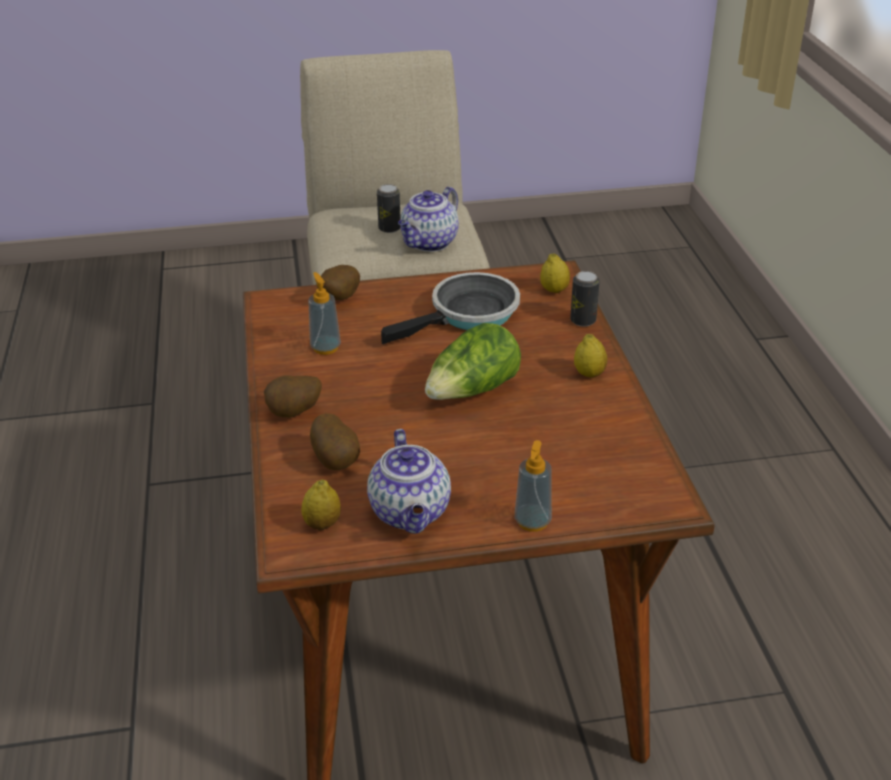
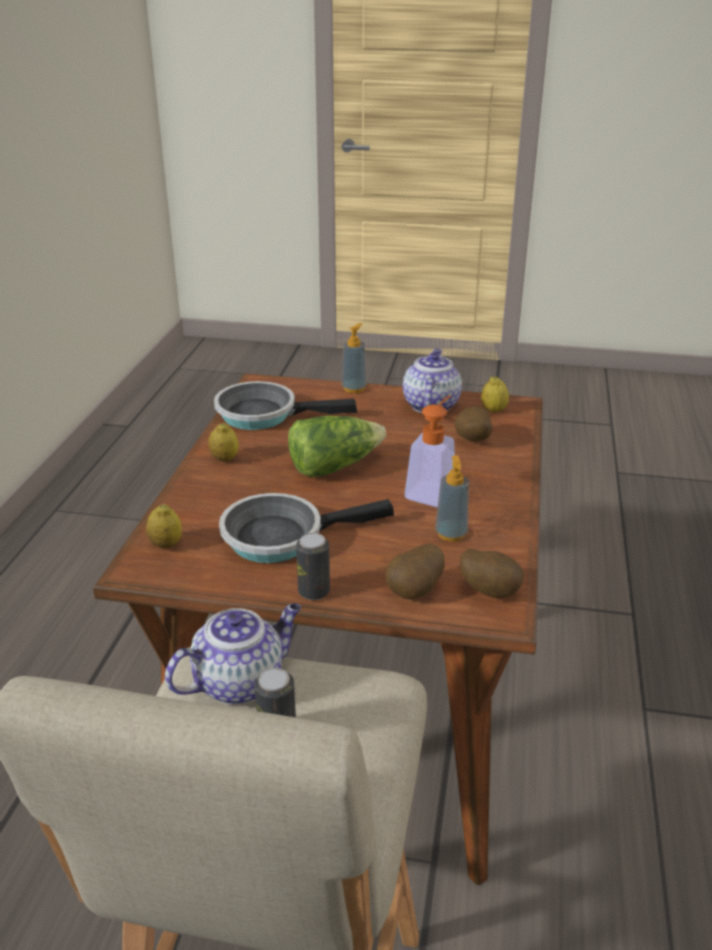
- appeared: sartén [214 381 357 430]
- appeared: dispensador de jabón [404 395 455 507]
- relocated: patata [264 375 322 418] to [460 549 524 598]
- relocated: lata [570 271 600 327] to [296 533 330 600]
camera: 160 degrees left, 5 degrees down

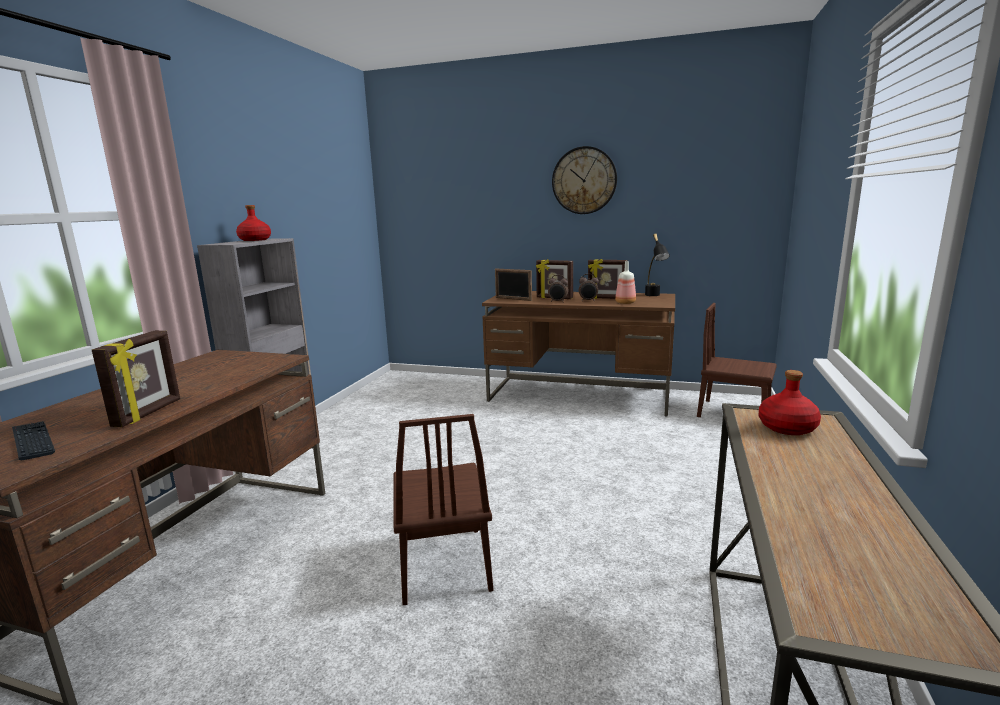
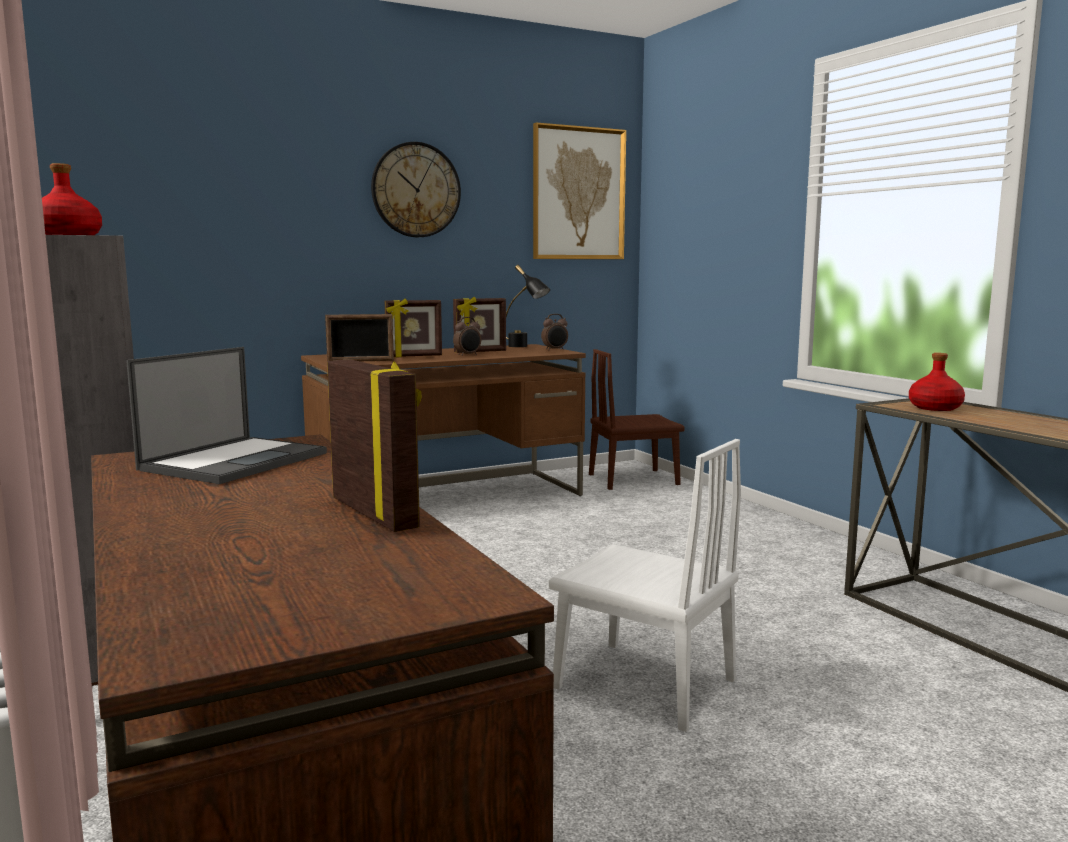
- missing: teclado [12 421 55 460]
- missing: botella [615 261 636 304]
- appeared: portátil [126 347 327 484]
- appeared: cuadro [533 123 626 259]
- relocated: despertador [548 275 568 302] to [541 314 568 350]
- colour: silla (marrón) [393 414 493 605] to silla (blanco) [549 439 741 732]
camera: 45 degrees left, 5 degrees down

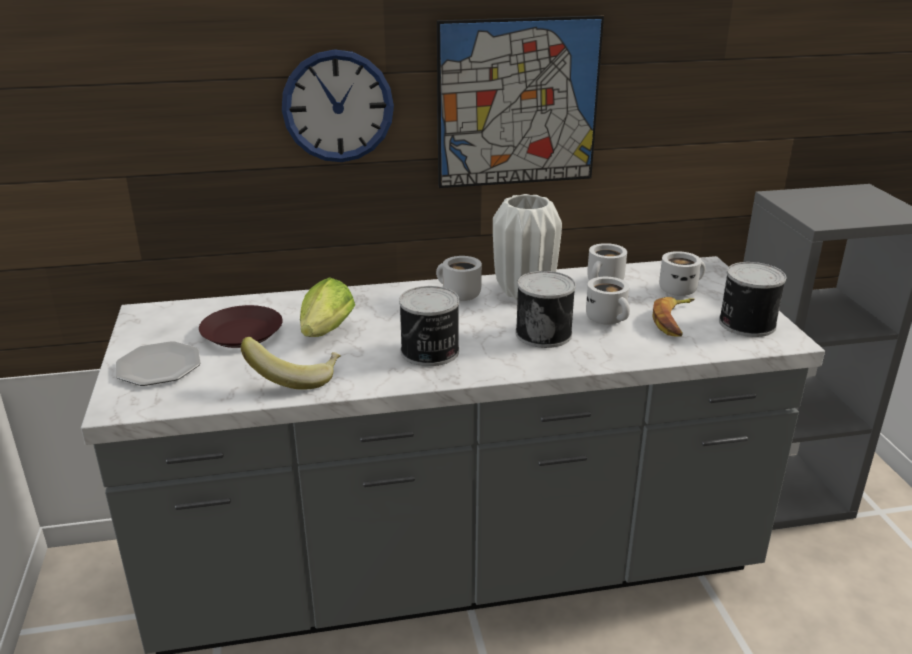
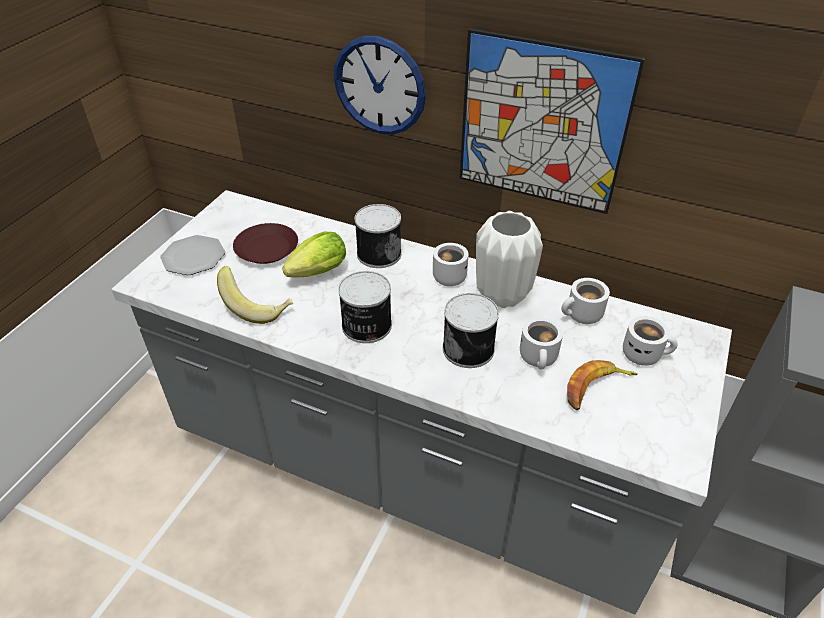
- relocated: lata [719 262 786 337] to [354 204 402 268]
camera: 35 degrees right, 15 degrees up

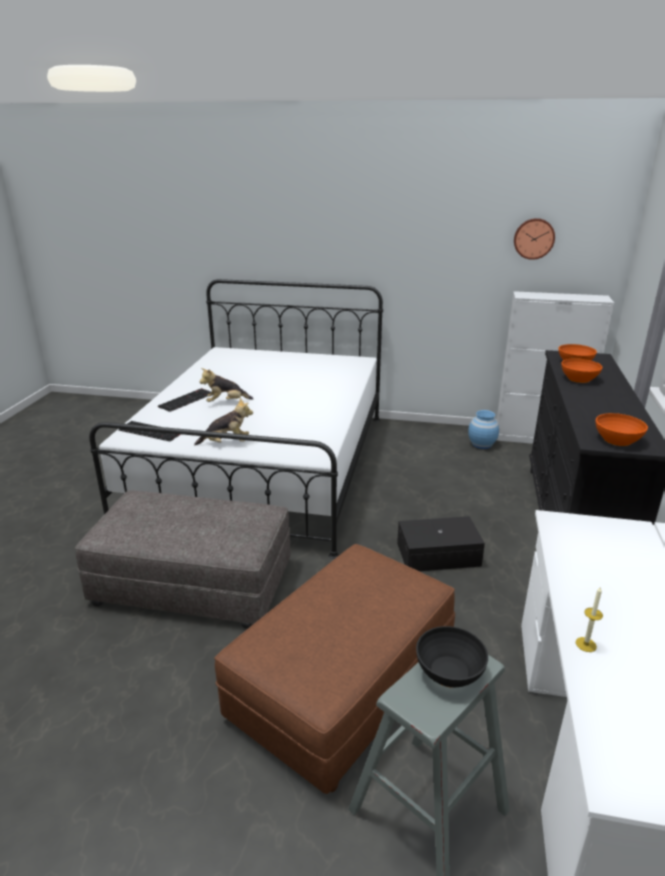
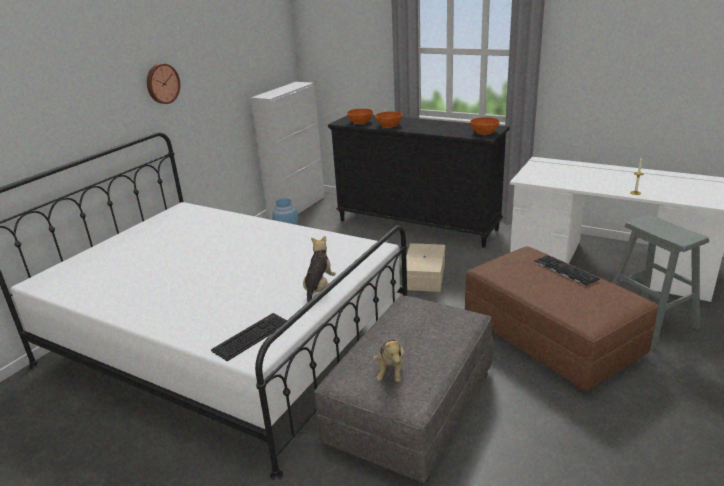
- missing: cuenco (negro) [416 626 488 688]
- relocated: teclado [158 388 211 412] to [534 255 600 286]
- relocated: peluche [200 368 253 402] to [373 337 404 382]
- relocated: reloj de pared [514 218 555 260] to [147 64 180 104]
- colour: caja de almacenaje (negro) [397 516 485 571] to caja de almacenaje (beis) [406 243 445 292]
camera: 70 degrees left, 0 degrees up

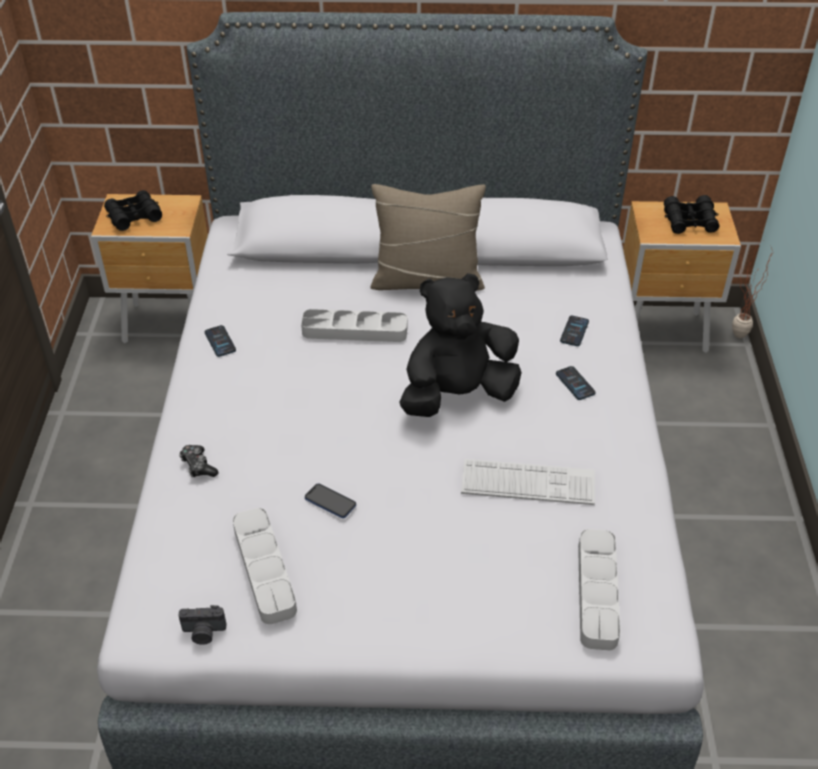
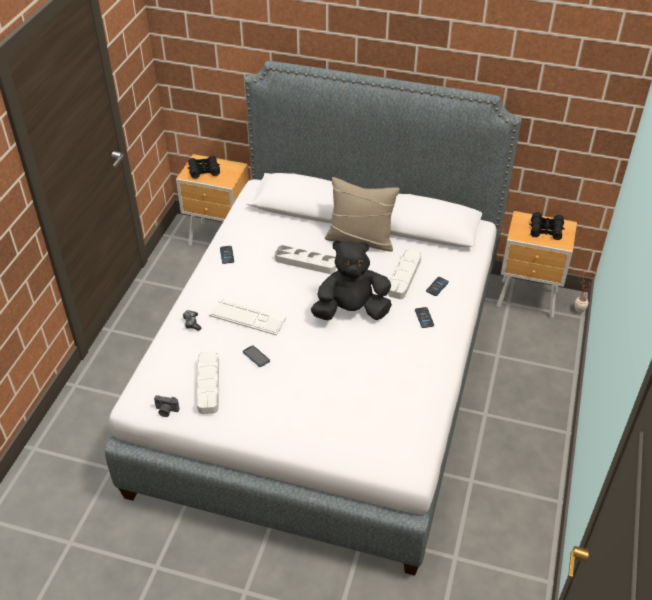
- relocated: teclado [461 459 595 505] to [209 299 286 335]
- relocated: bandeja (gris) [578 529 620 650] to [388 250 421 299]
camera: 15 degrees right, 0 degrees up

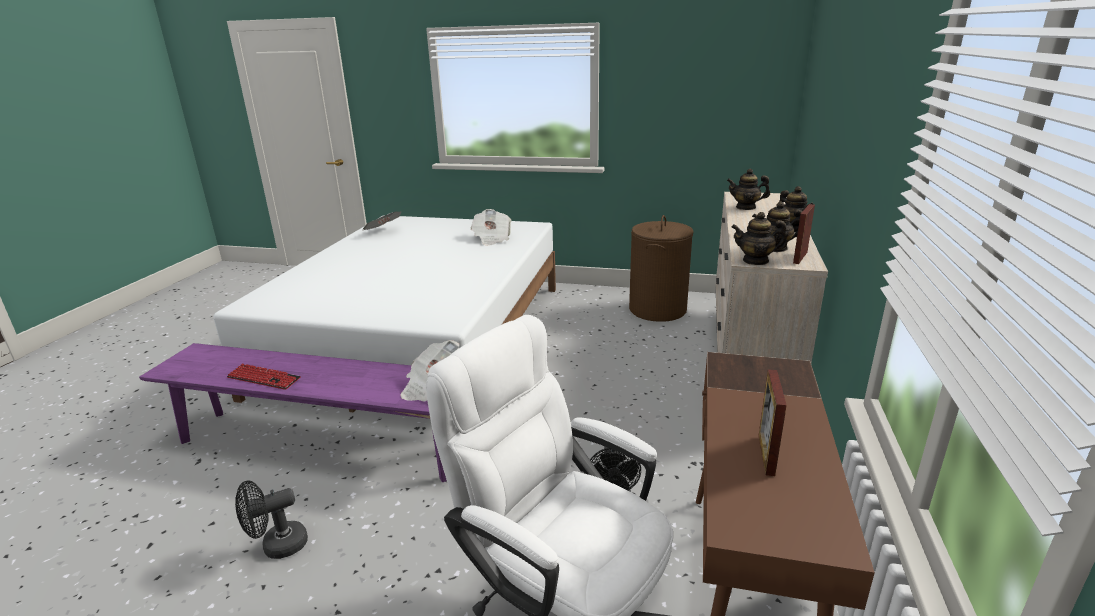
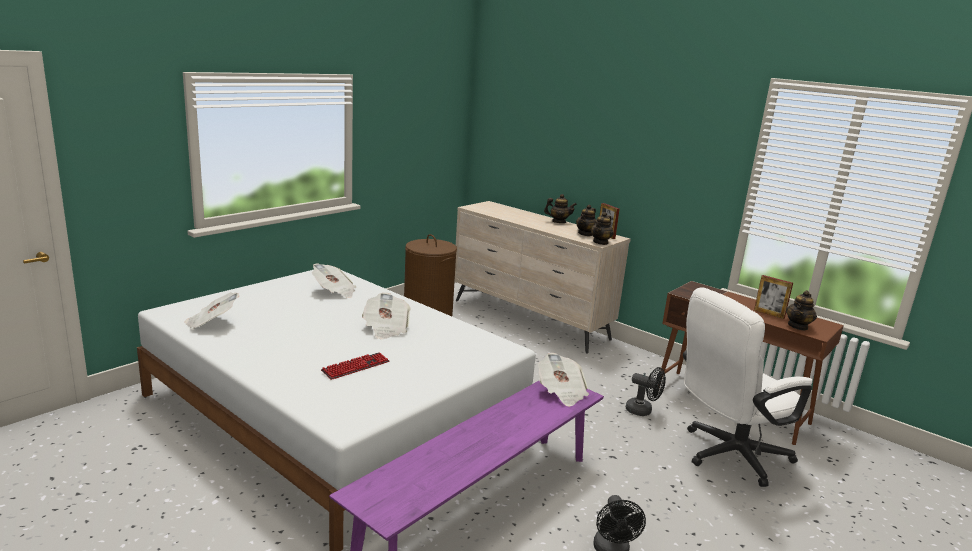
- appeared: periódico [362 293 411 339]
- relocated: teclado [227 364 301 390] to [321 352 389 380]
- relocated: tetera [727 169 770 210] to [786 290 817 331]
camera: 65 degrees left, 5 degrees down

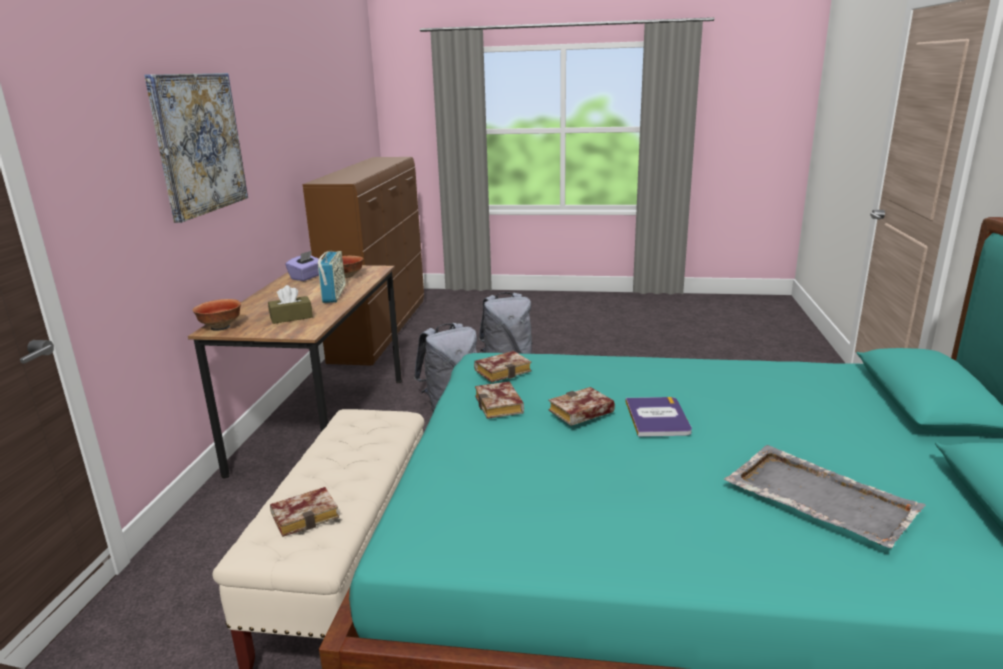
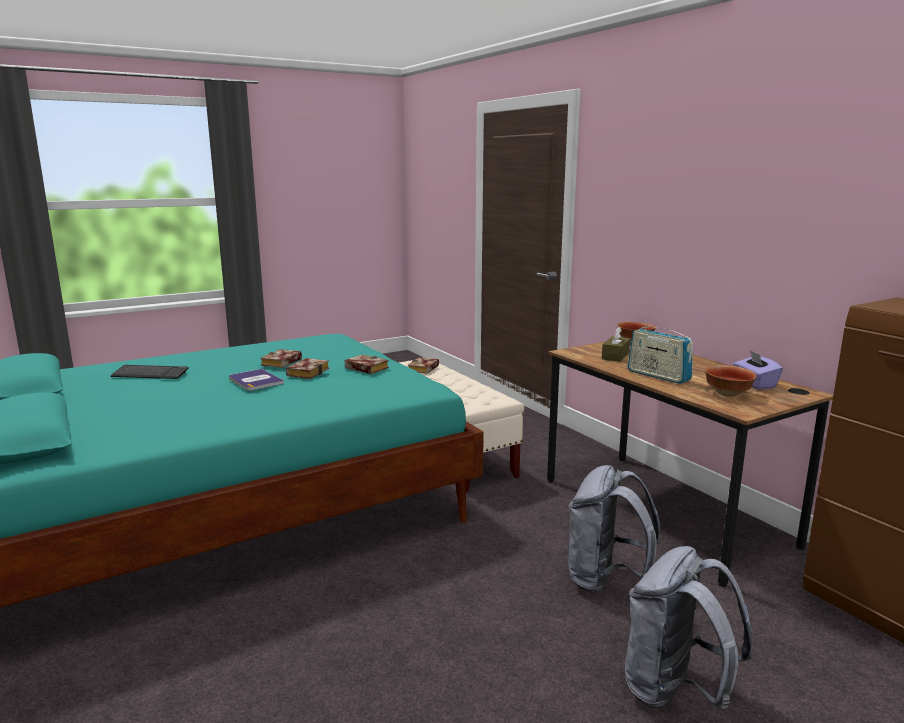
- missing: cuadro [144 73 248 223]
- relocated: libro [474 351 532 382] to [260 349 302 368]
- exchanged: bandeja (gris) [724 445 926 548] to teclado [111 365 189 379]
camera: 140 degrees right, 5 degrees down

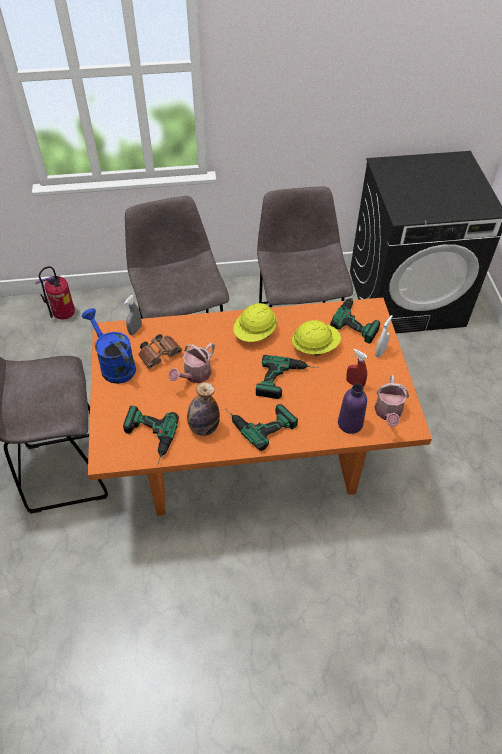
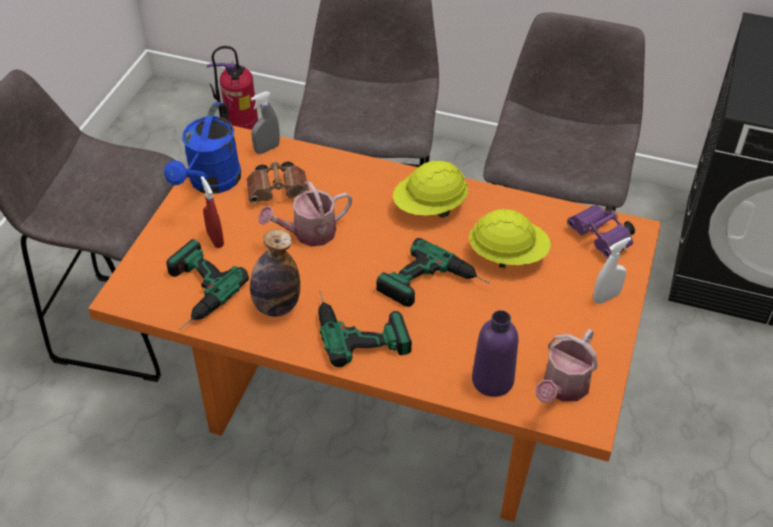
- relocated: pulverizador (rojo) [346 349 367 388] to [201 176 224 248]
- exchanged: taladro [330 294 380 344] to prismáticos (morado) [567 205 635 258]
- spun: regadera (azul) [82 308 136 384] = [164 102 241 194] 150 degrees counterclockwise
camera: 25 degrees right, 5 degrees down

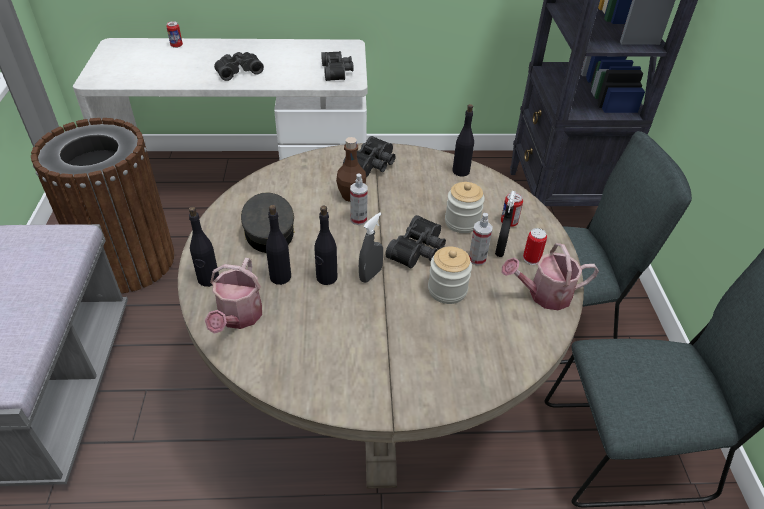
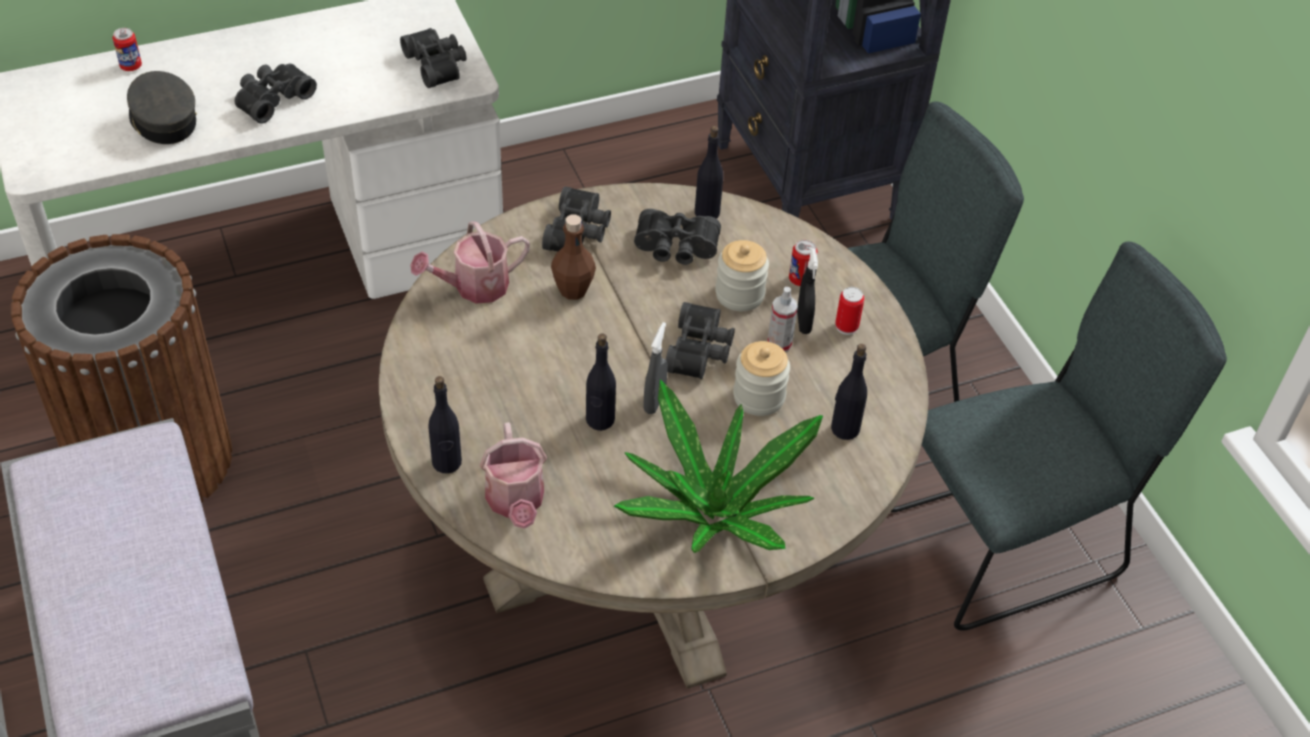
- missing: pulverizador [350 174 368 225]
- appeared: planta en maceta [614 379 823 553]
- appeared: prismáticos (negro) [634 209 721 265]
- relocated: gorra (gris) [241 193 295 253] to [127 71 197 144]
- relocated: botella (negro) [266 205 291 285] to [831 344 867 440]
- relocated: regadera [501 243 599 310] to [410 221 530 304]
camera: 20 degrees left, 5 degrees up

